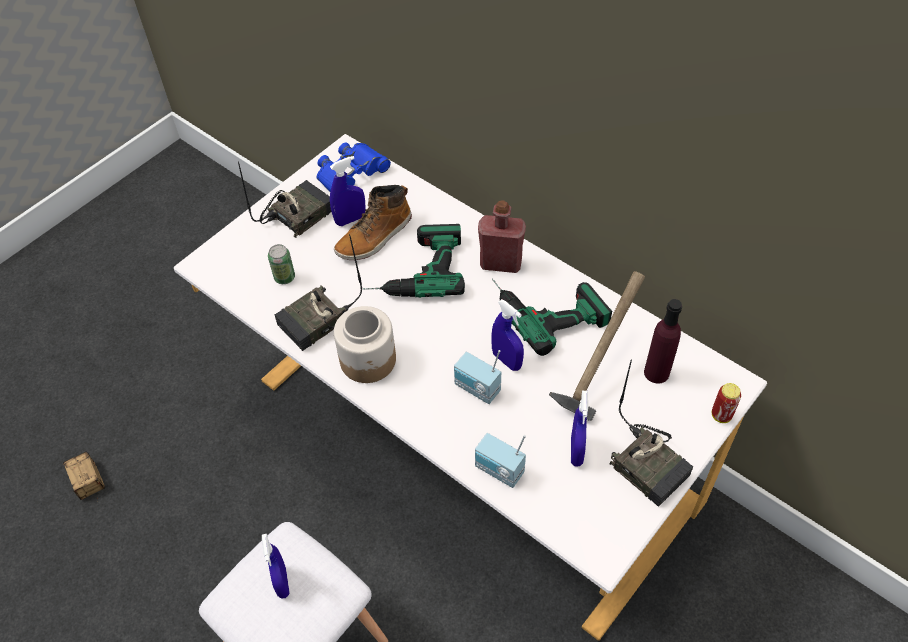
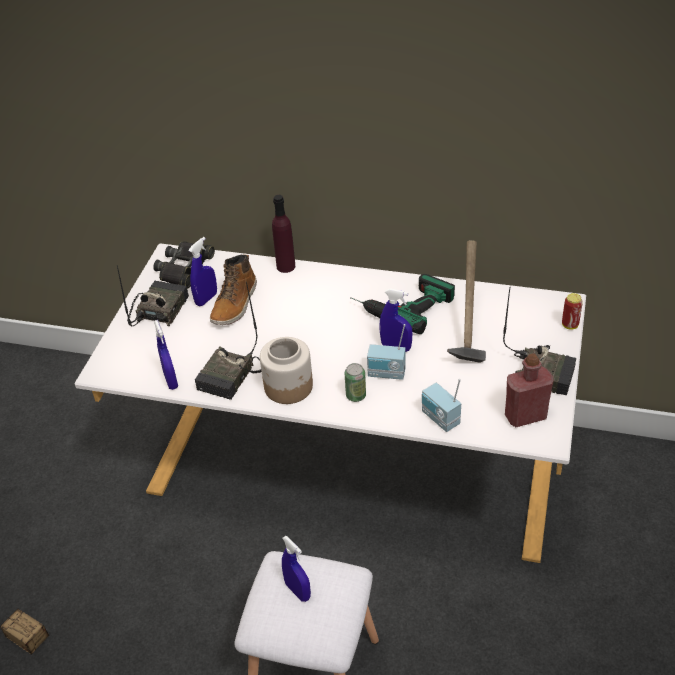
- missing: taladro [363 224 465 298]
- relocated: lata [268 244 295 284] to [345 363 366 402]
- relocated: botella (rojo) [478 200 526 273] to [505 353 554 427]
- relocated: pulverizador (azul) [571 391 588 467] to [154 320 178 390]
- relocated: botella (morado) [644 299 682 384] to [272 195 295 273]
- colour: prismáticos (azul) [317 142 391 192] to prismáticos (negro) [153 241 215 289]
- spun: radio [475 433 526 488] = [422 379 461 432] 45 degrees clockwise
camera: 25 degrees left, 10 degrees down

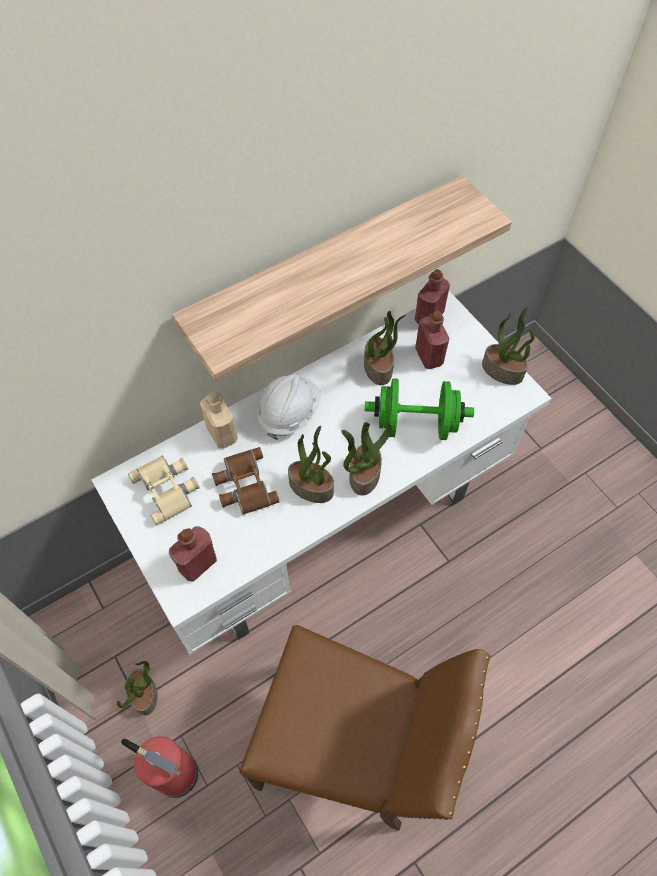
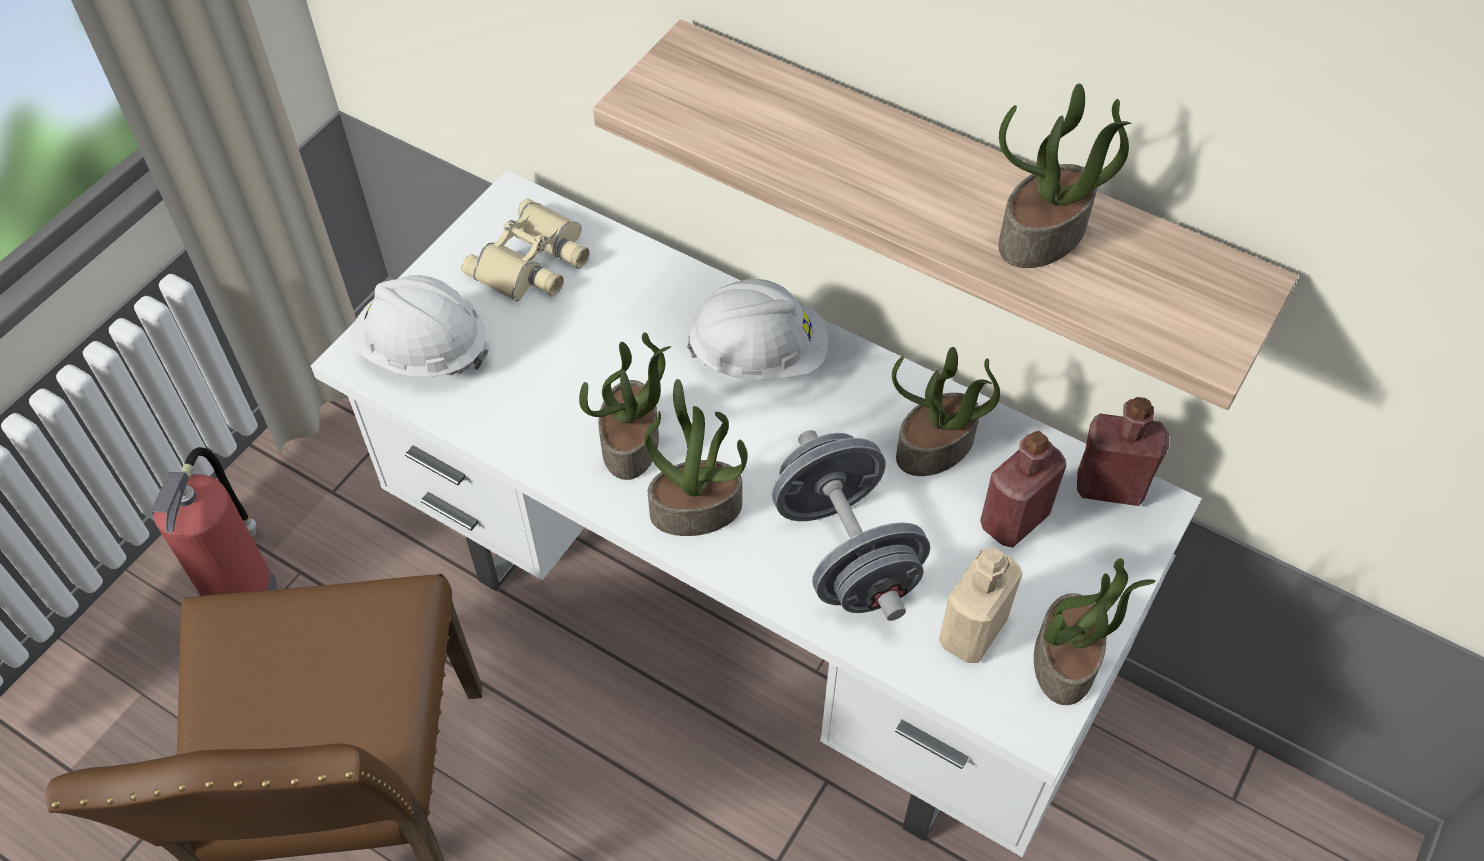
- missing: prismáticos (marrón) [212 447 280 515]
- relocated: planta en maceta [117 661 157 715] to [998 83 1131 268]
- relocated: botella (beis) [200 392 238 448] to [939 547 1023 663]
- exchanged: botella (rojo) [169 526 217 582] to casco (blanco) [349 275 489 377]
- colour: mancuerna (verde) [365 378 474 440] to mancuerna (gris) [772 430 930 621]
camera: 65 degrees right, 5 degrees down

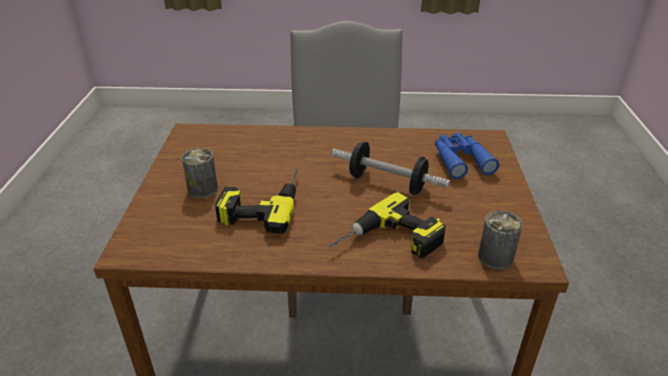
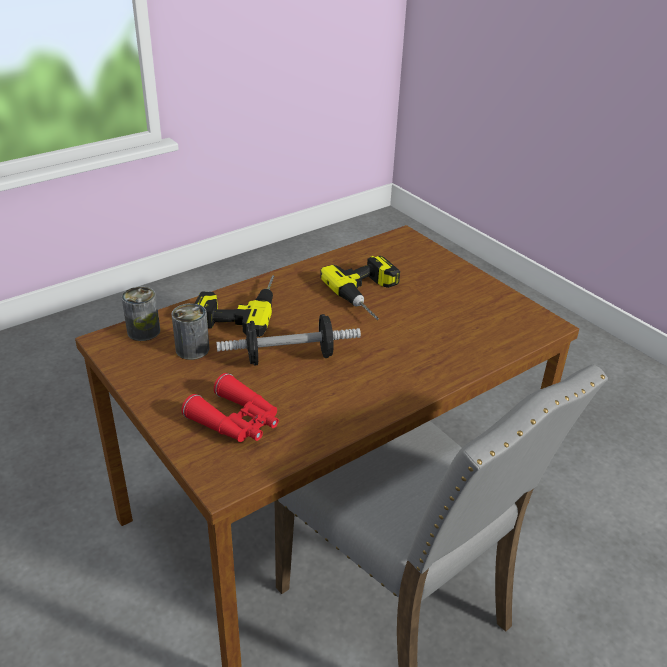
- relocated: lata [182 148 218 198] to [172 303 209 360]
- colour: prismáticos (azul) [435 133 499 179] to prismáticos (rojo) [181 373 279 442]
camera: 140 degrees right, 0 degrees up

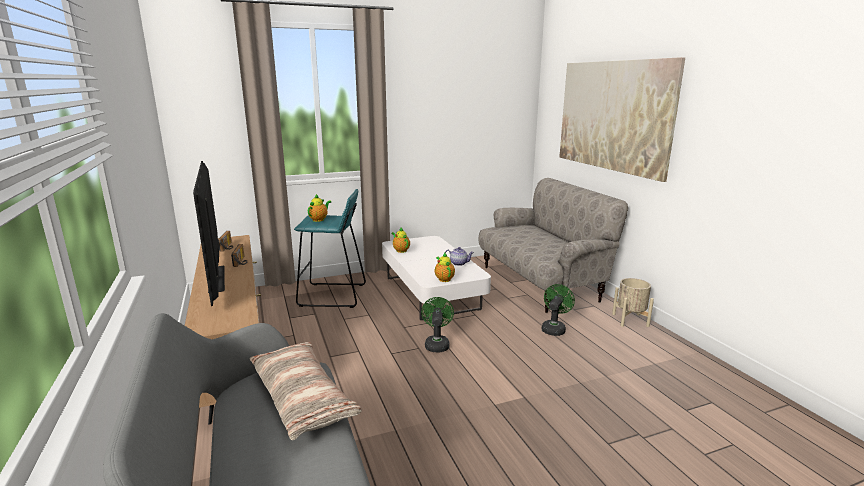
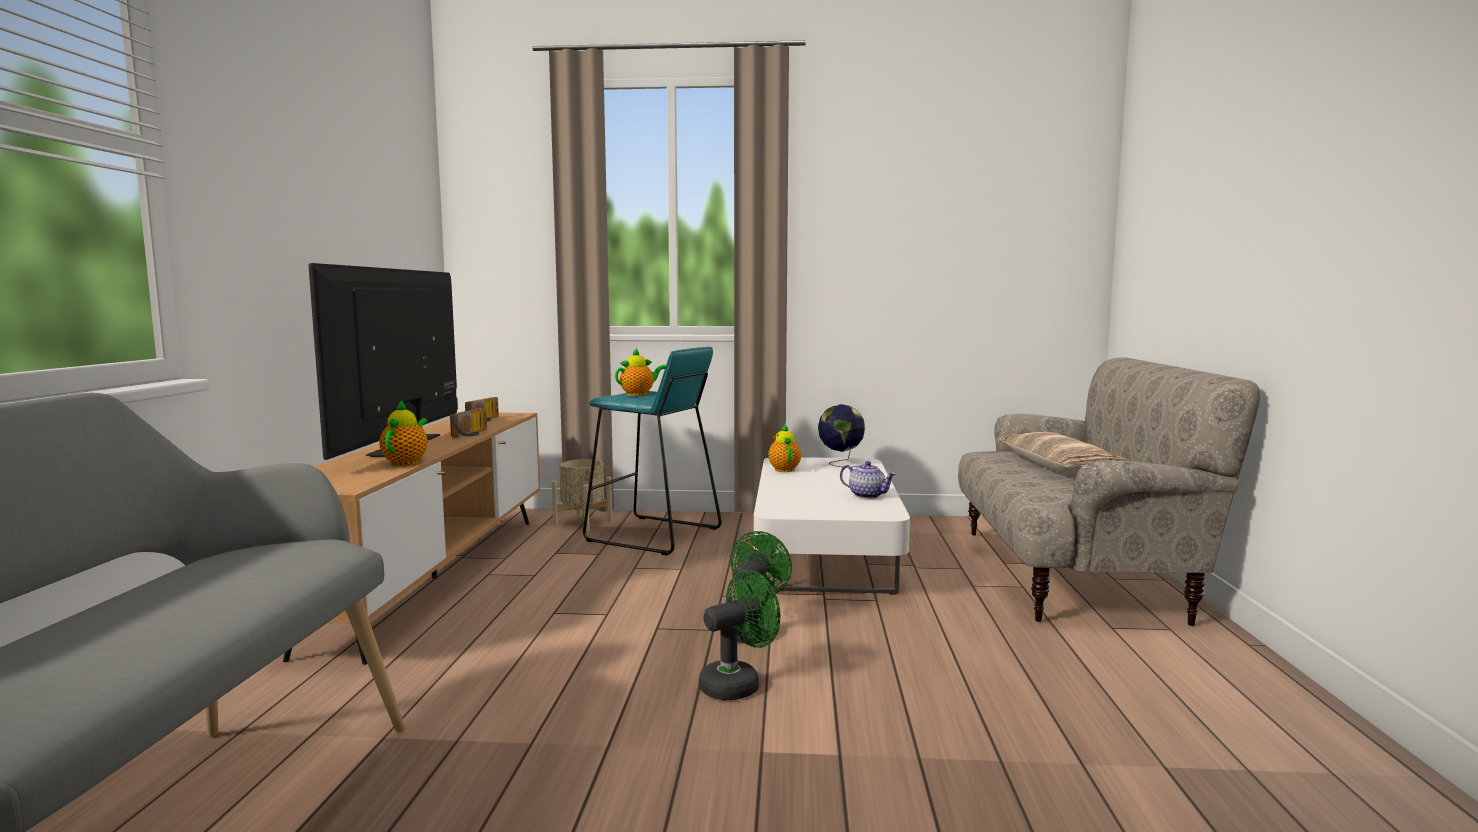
- missing: cuadro [559 57 685 182]
- appeared: globo terráqueo [818 404 865 467]
- relocated: cojín [249 342 362 440] to [998 432 1128 475]
- relocated: tetera [435 253 455 282] to [379 401 428 466]
- relocated: ventilador (verde) [542 284 575 336] to [699 570 780 700]
- relocated: maceta (beis) [612 278 654 327] to [552 459 612 532]
camera: 25 degrees right, 10 degrees down

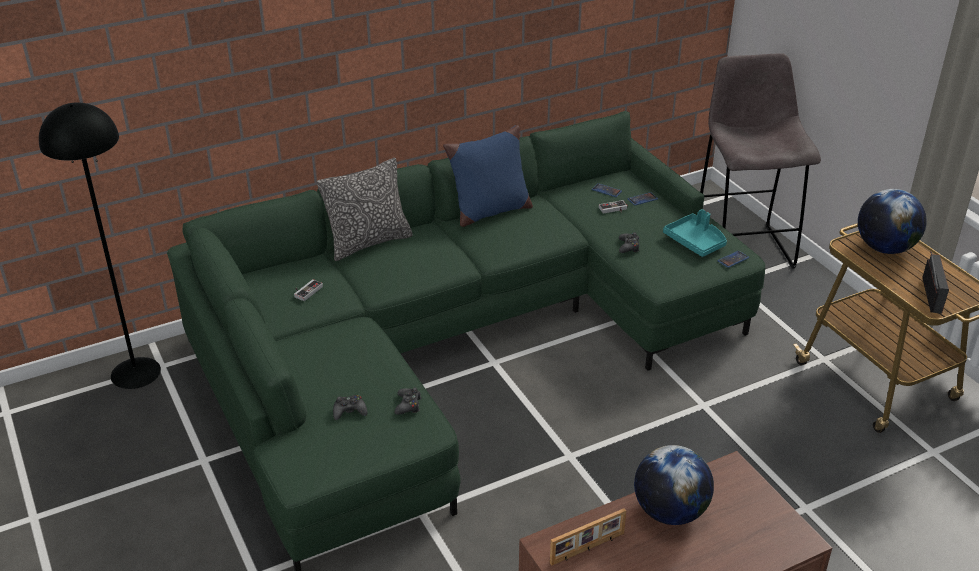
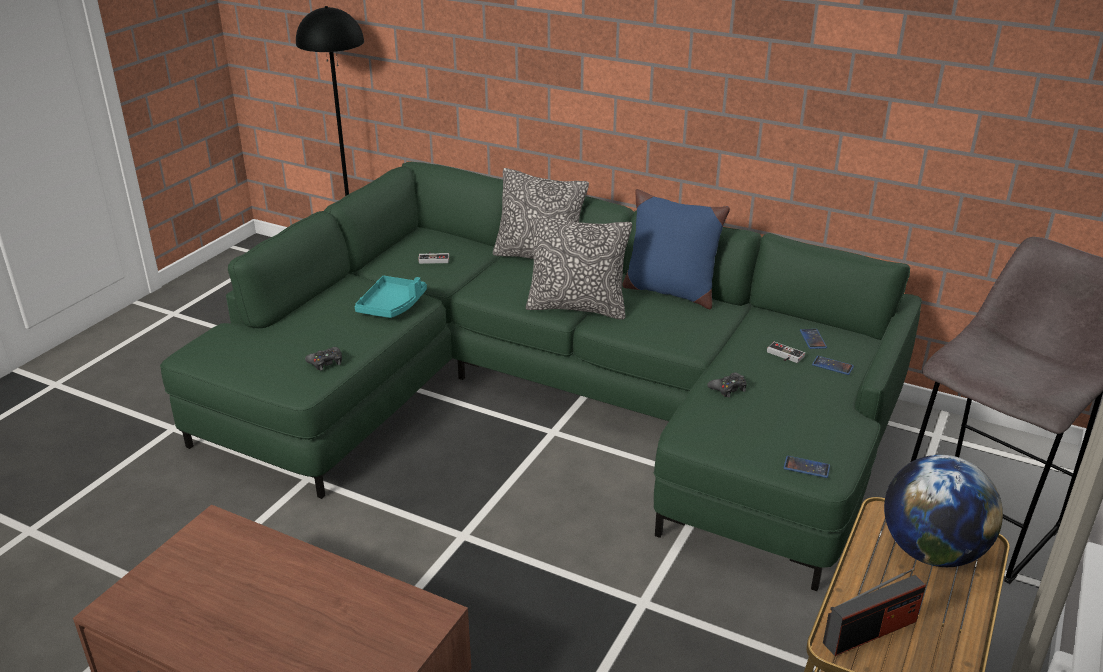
- missing: mando de consola (negro) [333 395 367 420]
- missing: portarretratos [550 508 626 566]
- missing: globo terráqueo [634 445 714 525]
- appeared: cojín [526 214 632 320]
- relocated: bandeja (turquesa) [663 209 727 257] to [355 276 427 318]
camera: 55 degrees right, 5 degrees down

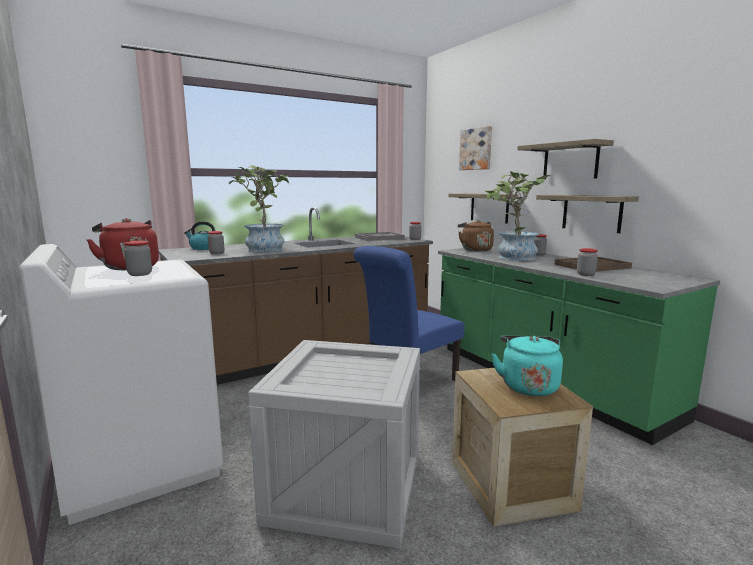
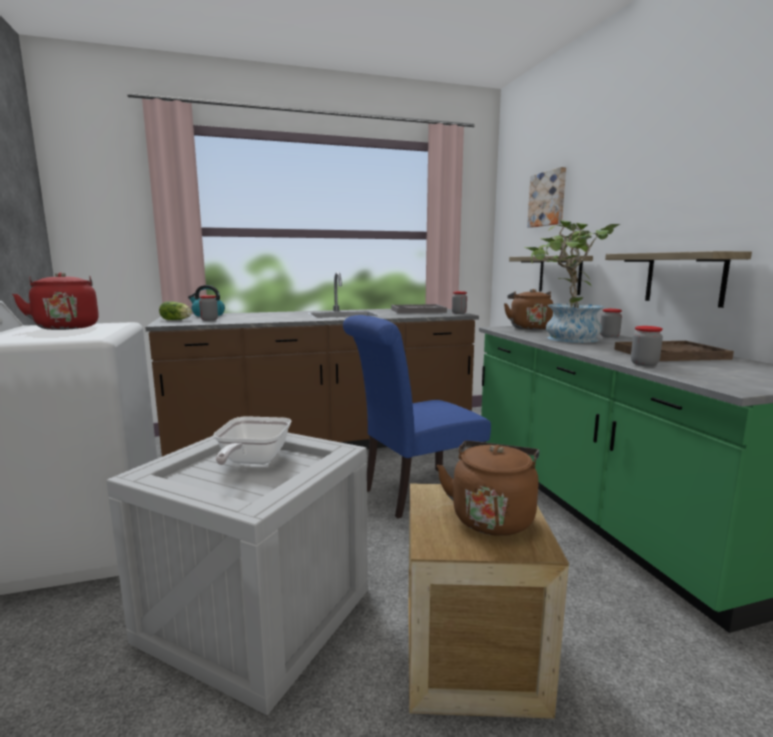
- missing: tarro [124 241 152 276]
- missing: planta en maceta [229 165 289 252]
- missing: estante [517 139 614 179]
- appeared: lechuga [159 301 192 320]
- appeared: sartén [213 417 291 465]
- colour: hervidor (turquesa) [492 336 563 396] to hervidor (marrón) [437 441 539 536]
camera: 15 degrees right, 0 degrees up

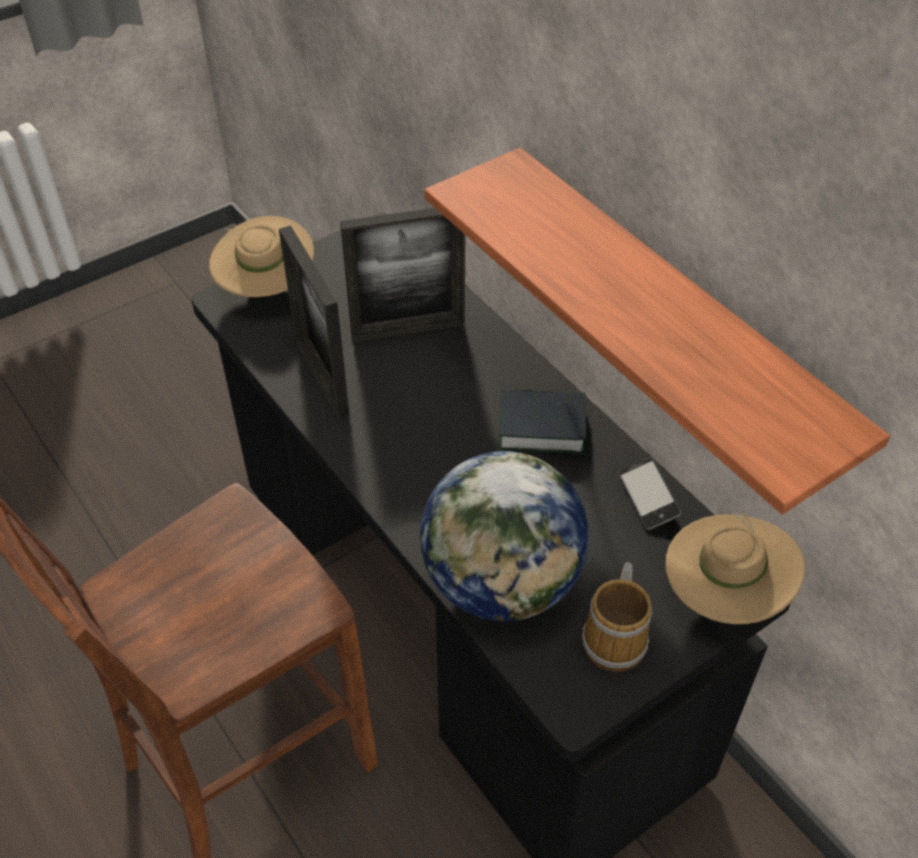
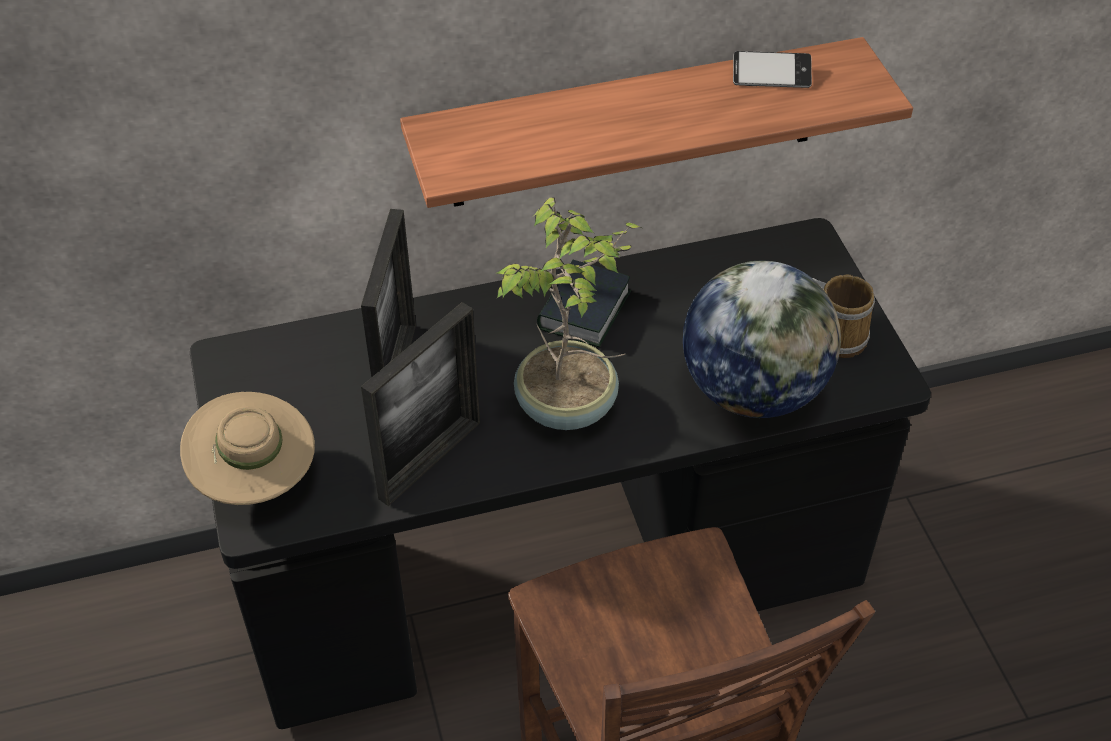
- missing: sombrero (beis) [665 511 805 624]
- appeared: planta en maceta [495 197 642 430]
- relocated: móvil [619 458 681 530] to [733 51 812 88]
- spun: portarretratos [279 225 350 419] = [361 302 480 506] 45 degrees counterclockwise
camera: 70 degrees left, 0 degrees up

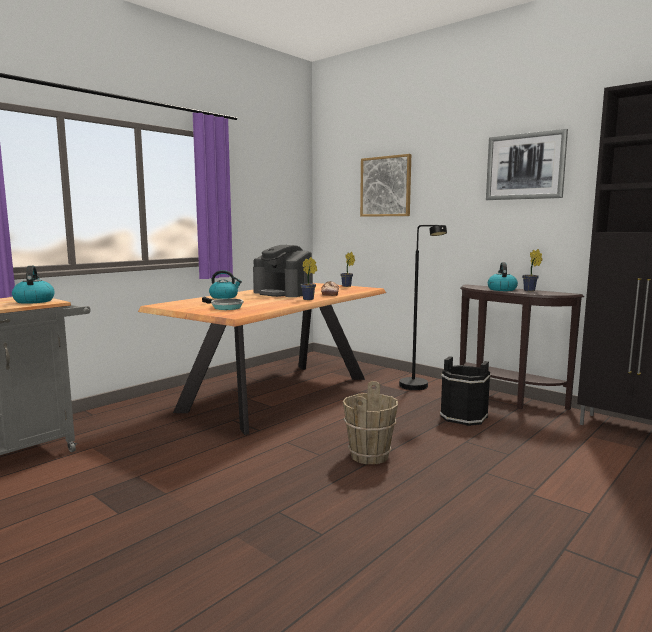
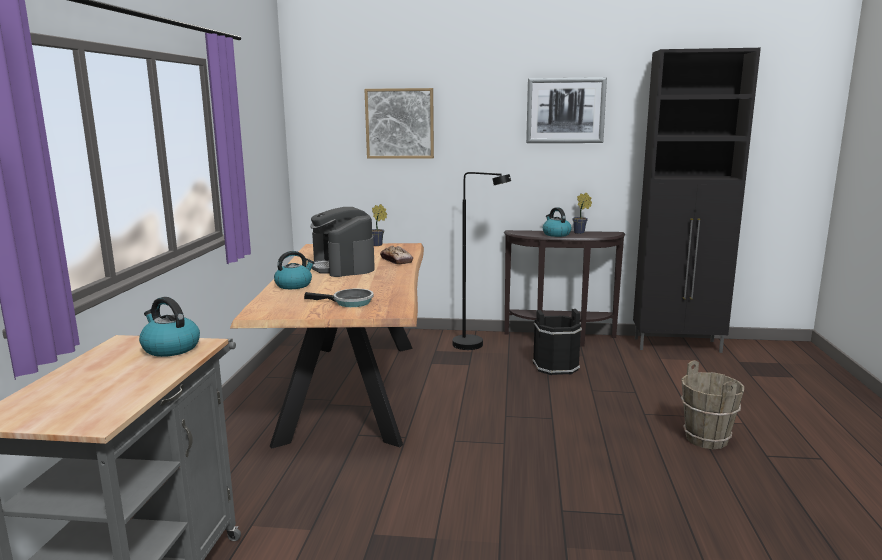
- missing: planta en maceta [301 257 317 300]
- relocated: cubo (marrón) [343 381 398 464] to [681 360 744 449]
- spun: cafetera [253 245 313 297] = [310 207 375 277] 60 degrees clockwise
camera: 35 degrees left, 5 degrees up

